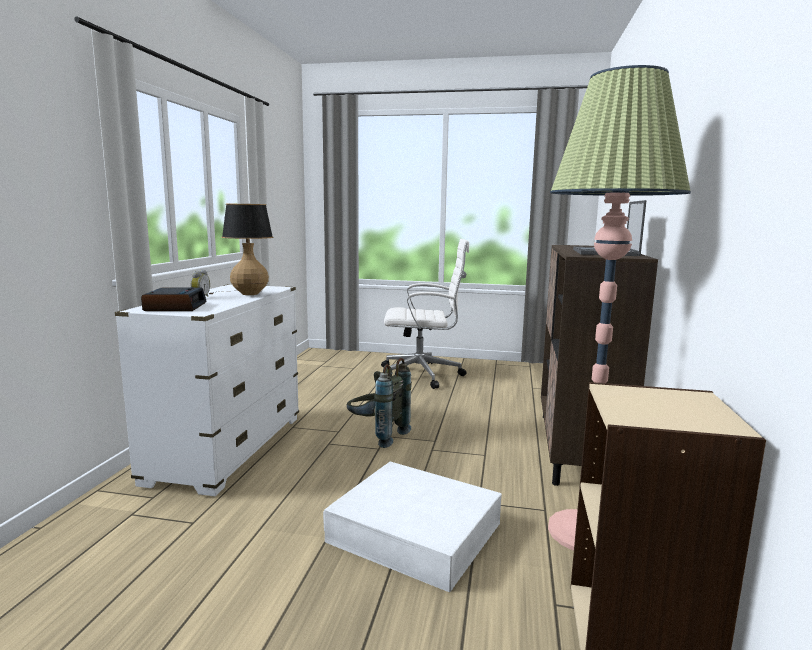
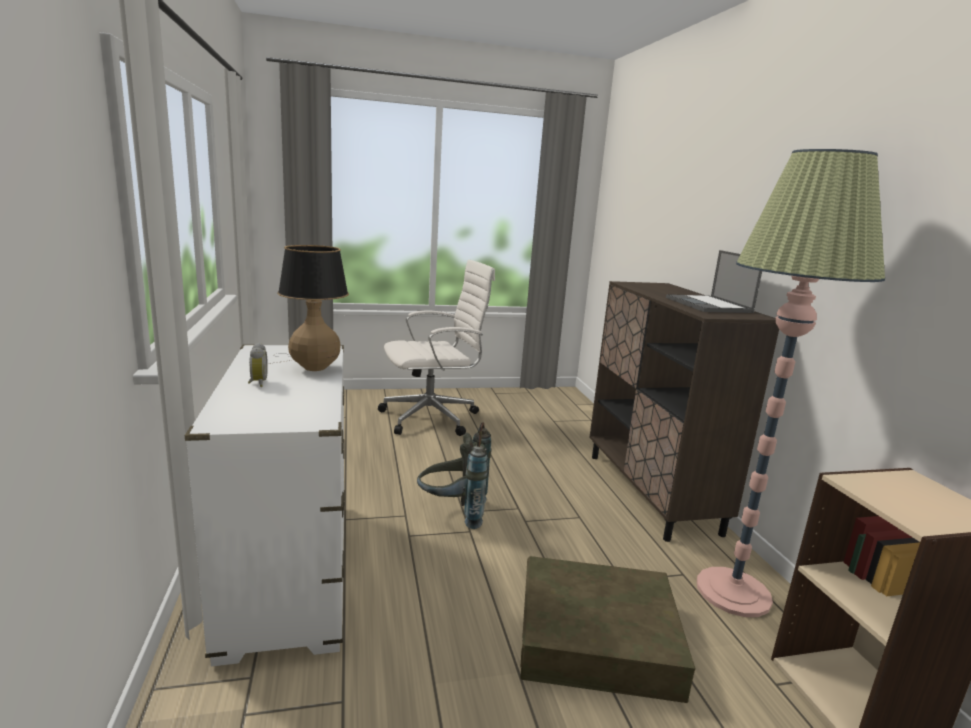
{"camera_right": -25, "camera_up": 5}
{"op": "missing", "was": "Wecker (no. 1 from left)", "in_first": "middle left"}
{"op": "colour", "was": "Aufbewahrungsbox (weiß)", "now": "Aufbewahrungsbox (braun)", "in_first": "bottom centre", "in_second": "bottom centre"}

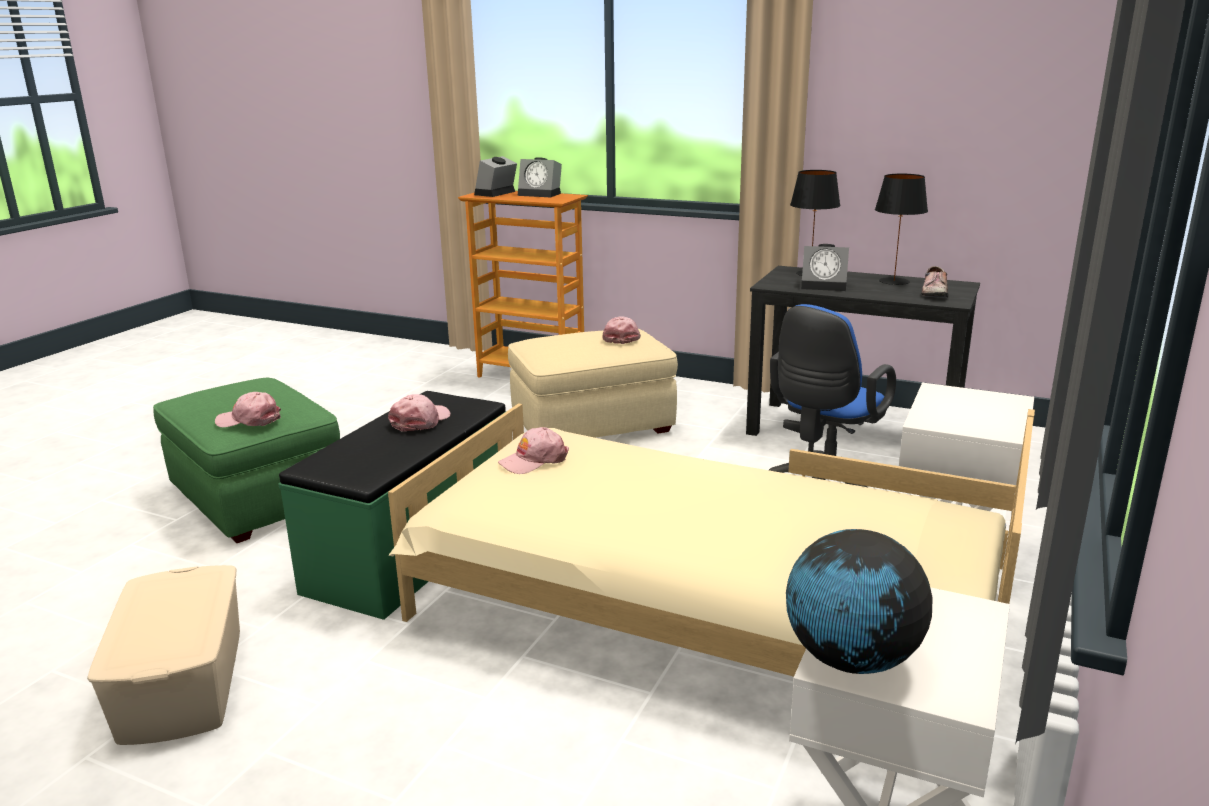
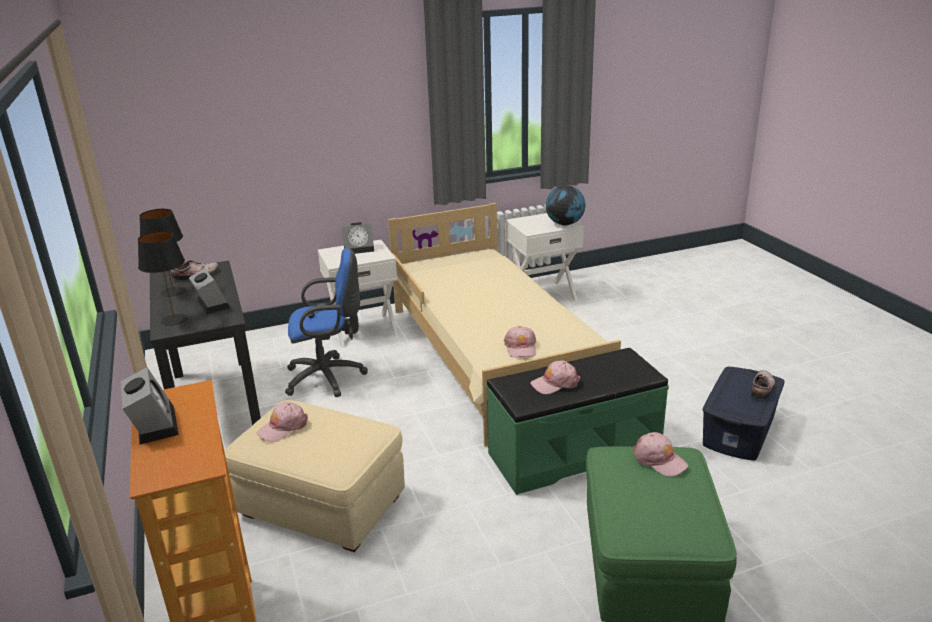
{"camera_right": -135, "camera_up": 5}
{"op": "appeared", "now": "Schuh (no. 2 from left)", "in_second": "middle right"}
{"op": "relocated", "was": "Wecker (no. 1 from left in the first image)", "now": "Wecker (no. 3 from left)", "in_first": "top centre", "in_second": "centre"}
{"op": "colour", "was": "Aufbewahrungsbox (beige)", "now": "Aufbewahrungsbox (blau)", "in_first": "bottom left", "in_second": "middle right"}
{"op": "spun", "was": "Kappe (rosa) (no. 3 from left in the first image)", "in_first": "centre", "in_second": "centre", "clockwise": 75}

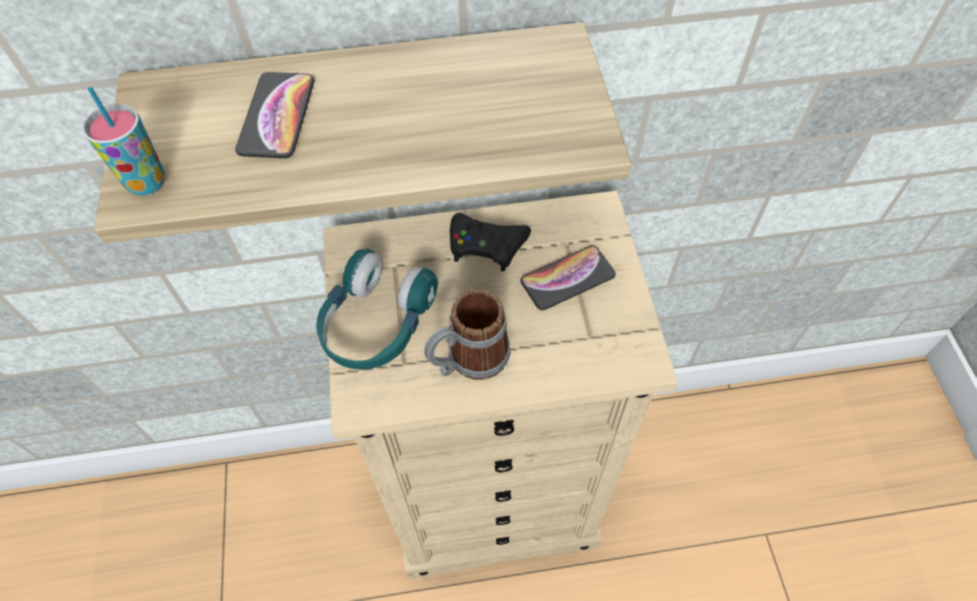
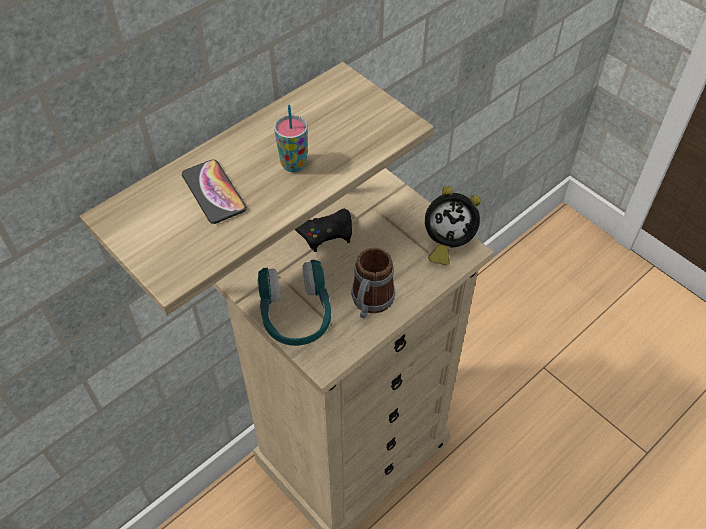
{"camera_right": -35, "camera_up": -5}
{"op": "missing", "was": "Handy (no. 2 from left)", "in_first": "centre"}
{"op": "appeared", "now": "Wecker", "in_second": "centre"}
{"op": "relocated", "was": "Tasse", "in_first": "top left", "in_second": "top centre"}

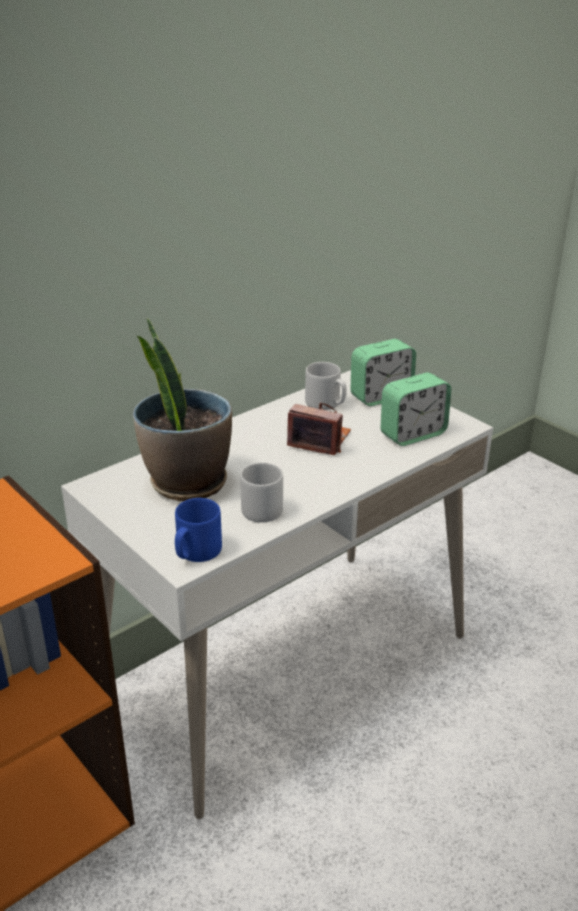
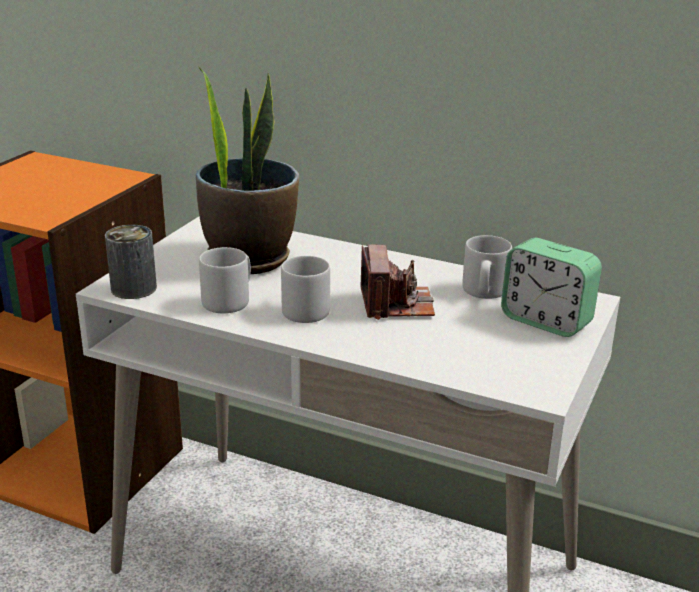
{"camera_right": 65, "camera_up": -5}
{"op": "missing", "was": "Wecker (no. 2 from left)", "in_first": "middle right"}
{"op": "appeared", "now": "Henkelbecher (grau) (no. 2 from left)", "in_second": "centre"}
{"op": "exchanged", "was": "Henkelbecher (blau)", "now": "Dose", "in_first": "centre", "in_second": "middle left"}

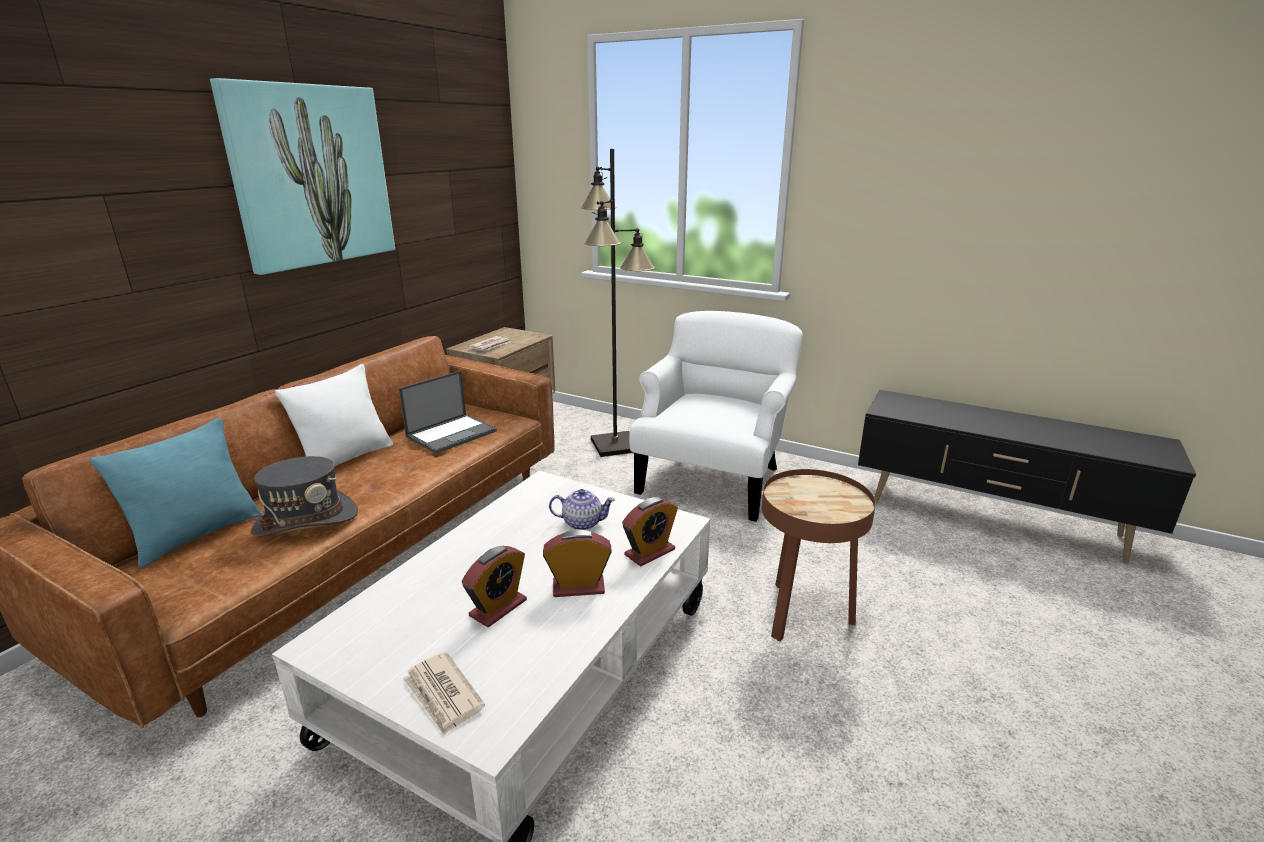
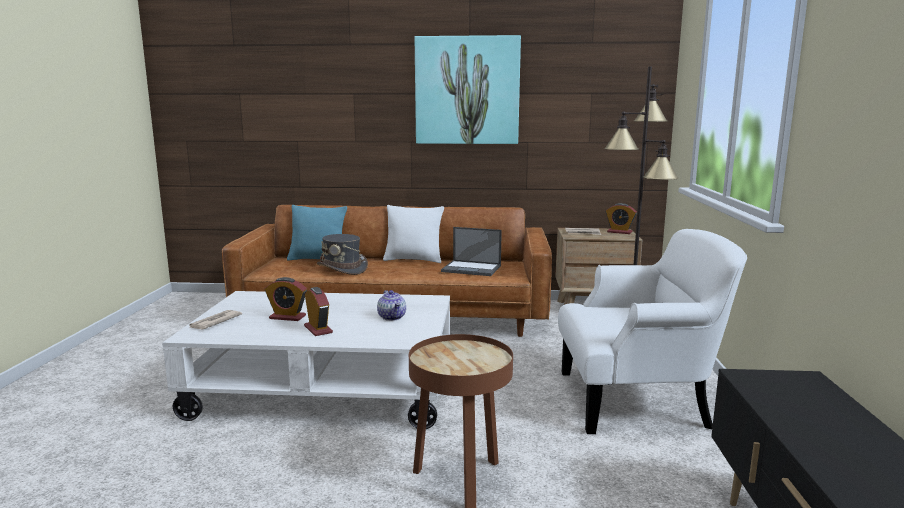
{"camera_right": 65, "camera_up": -10}
{"op": "relocated", "was": "Wecker (no. 3 from left)", "in_first": "centre", "in_second": "middle right"}

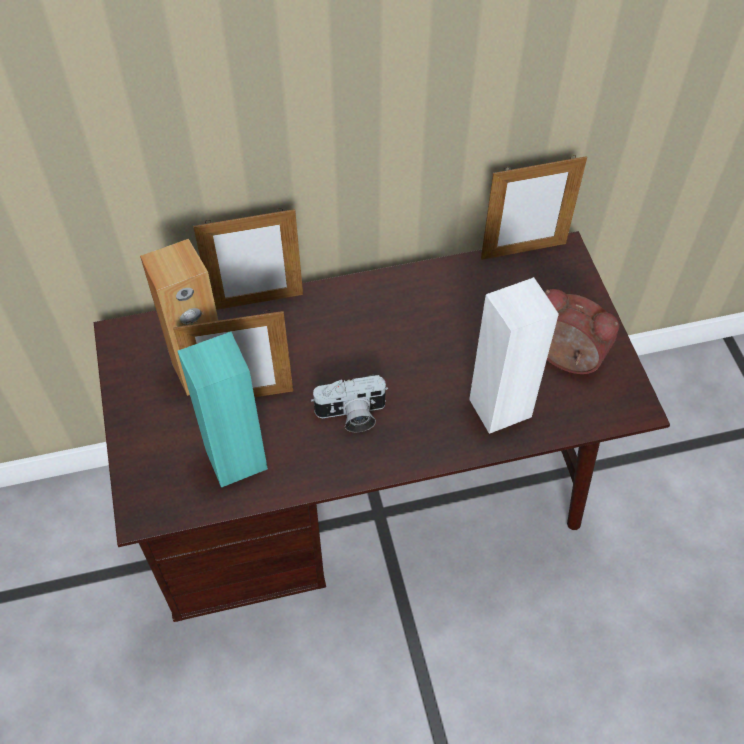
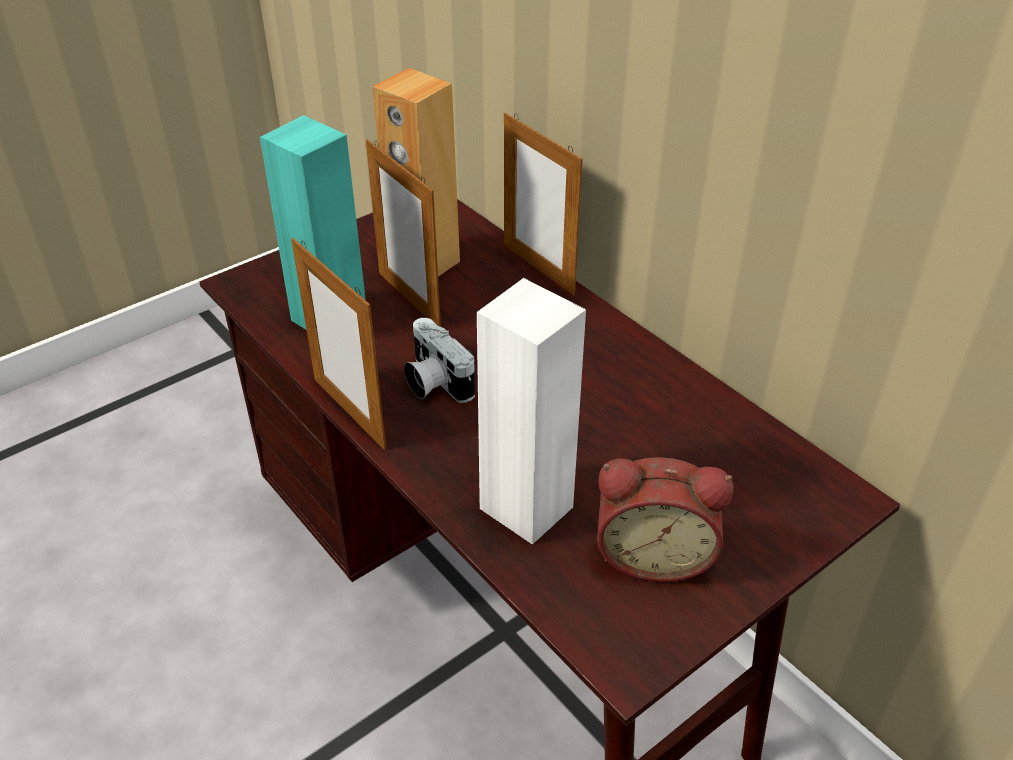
{"camera_right": 65, "camera_up": -15}
{"op": "relocated", "was": "Bilderrahmen (no. 3 from left in the first image)", "now": "Bilderrahmen (no. 1 from left)", "in_first": "top right", "in_second": "centre"}
{"op": "spun", "was": "Wecker", "in_first": "middle right", "in_second": "bottom centre", "clockwise": 90}

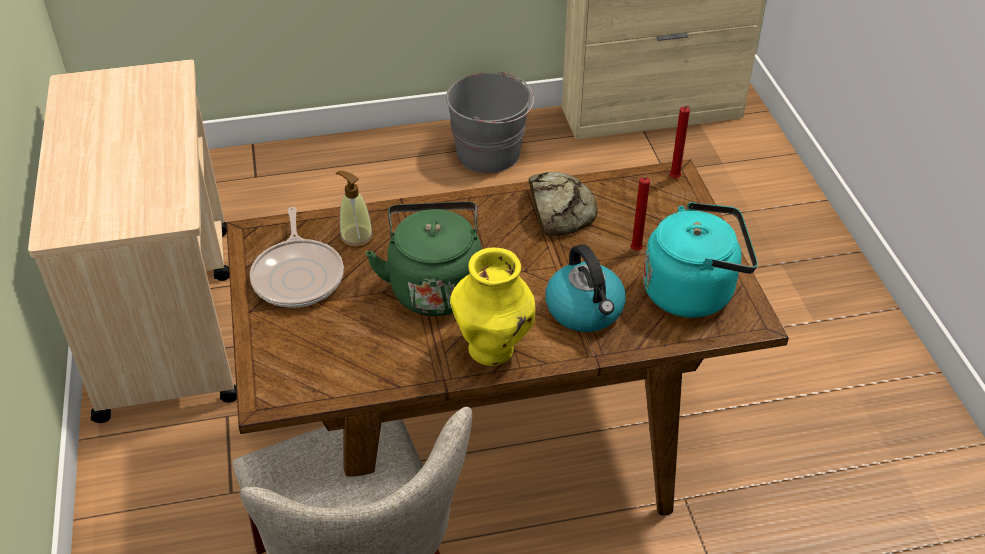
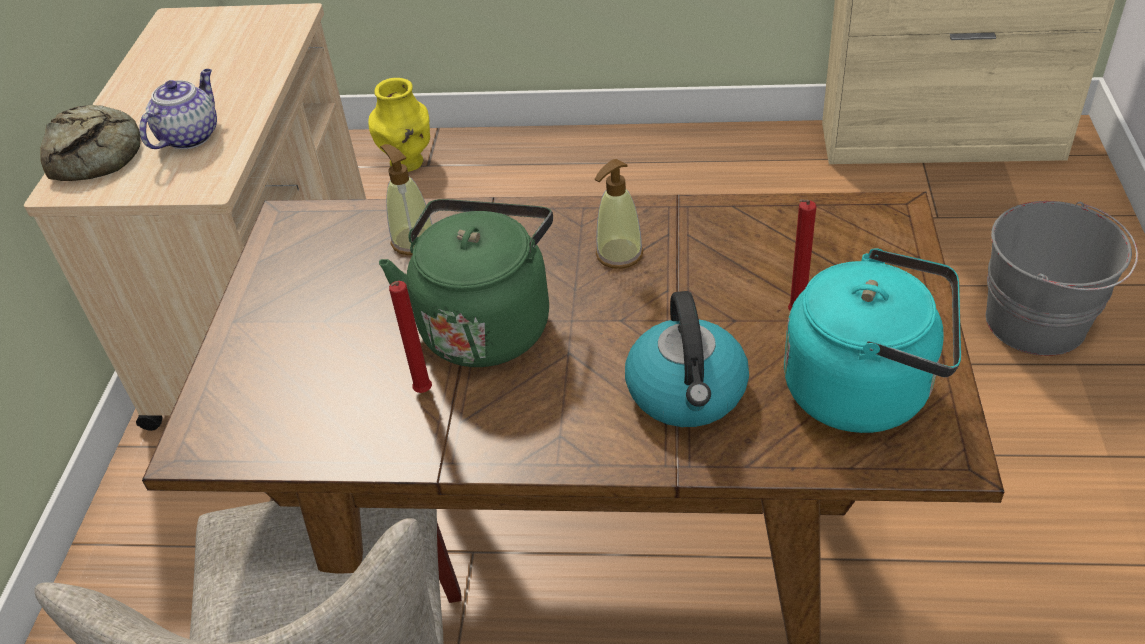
{"camera_right": 20, "camera_up": 0}
{"op": "missing", "was": "Pfanne", "in_first": "middle left"}
{"op": "appeared", "now": "Teekanne", "in_second": "top left"}
{"op": "appeared", "now": "Seifenspender (no. 2 from left)", "in_second": "top centre"}
{"op": "relocated", "was": "Eimer (grau)", "in_first": "top centre", "in_second": "middle right"}
{"op": "relocated", "was": "Vase (gelb)", "in_first": "centre", "in_second": "top centre"}
{"op": "relocated", "was": "Brot", "in_first": "centre", "in_second": "top left"}
{"op": "relocated", "was": "Kerze (rot) (no. 2 from left in the first image)", "now": "Kerze (rot) (no. 1 from left)", "in_first": "top right", "in_second": "centre"}

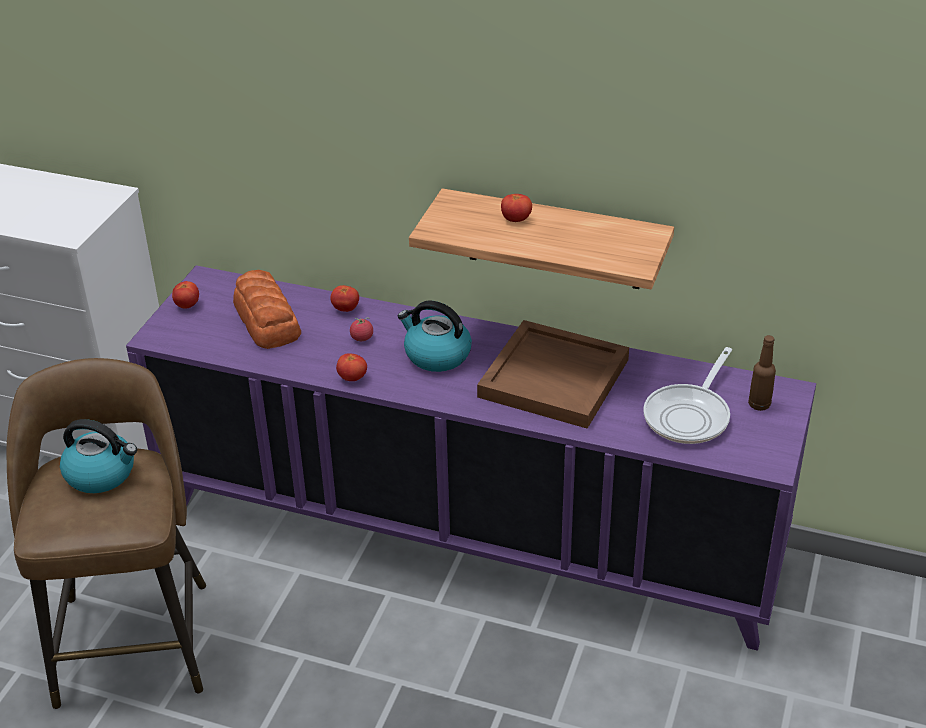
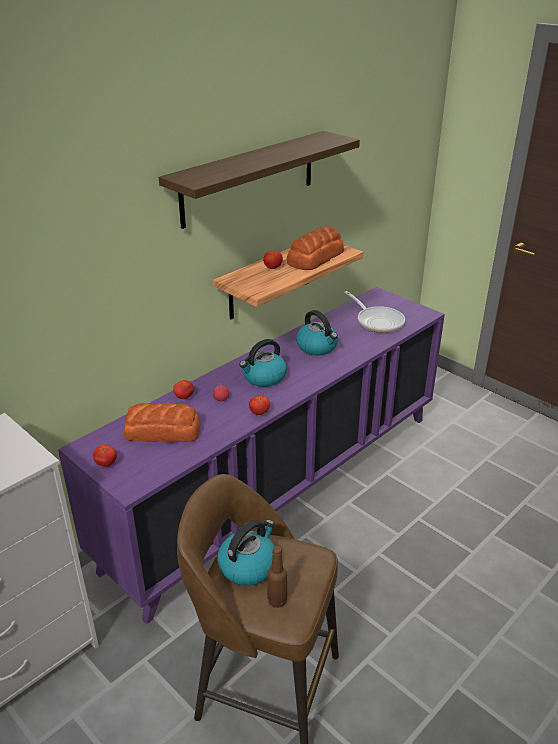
{"camera_right": -65, "camera_up": -5}
{"op": "appeared", "now": "Wandregal (no. 1 from left)", "in_second": "top centre"}
{"op": "appeared", "now": "Brot (no. 2 from left)", "in_second": "centre"}
{"op": "relocated", "was": "Flasche (braun)", "in_first": "middle right", "in_second": "bottom centre"}
{"op": "exchanged", "was": "Tablett (braun)", "now": "Wasserkessel (no. 3 from left)", "in_first": "centre", "in_second": "centre"}

